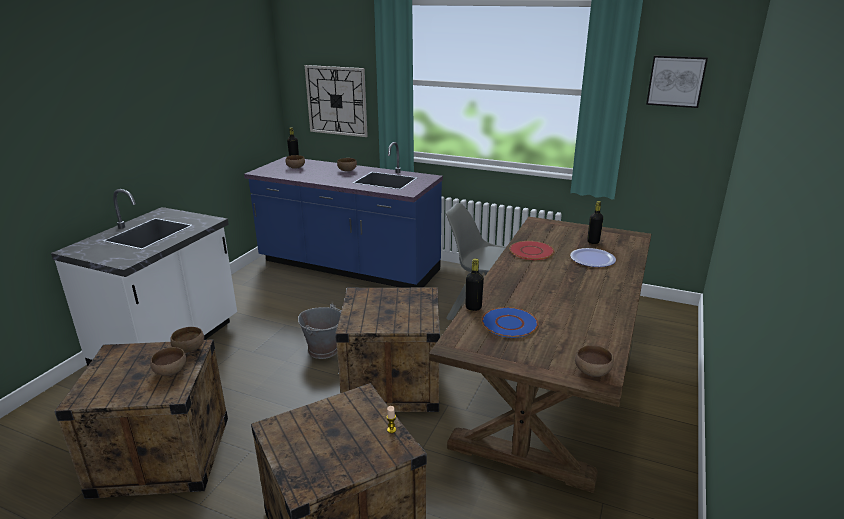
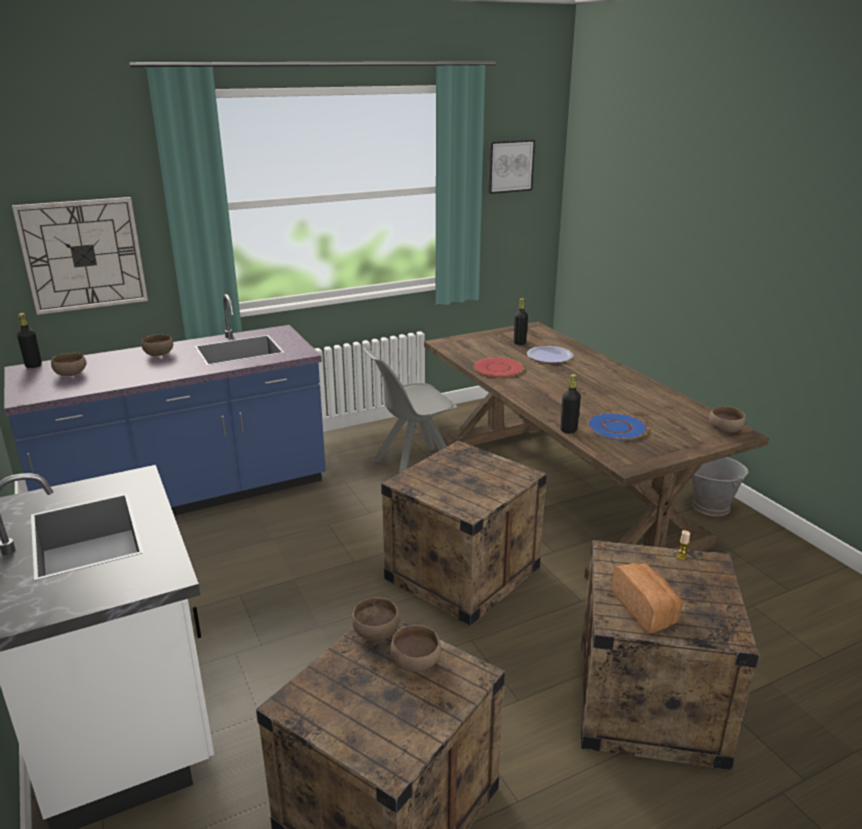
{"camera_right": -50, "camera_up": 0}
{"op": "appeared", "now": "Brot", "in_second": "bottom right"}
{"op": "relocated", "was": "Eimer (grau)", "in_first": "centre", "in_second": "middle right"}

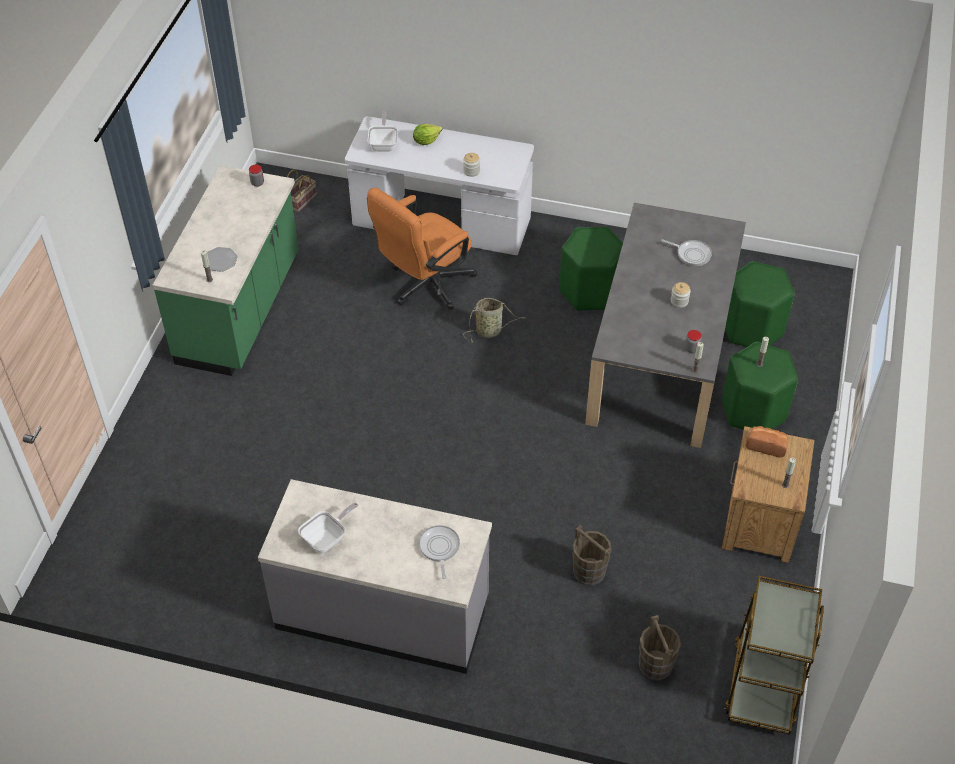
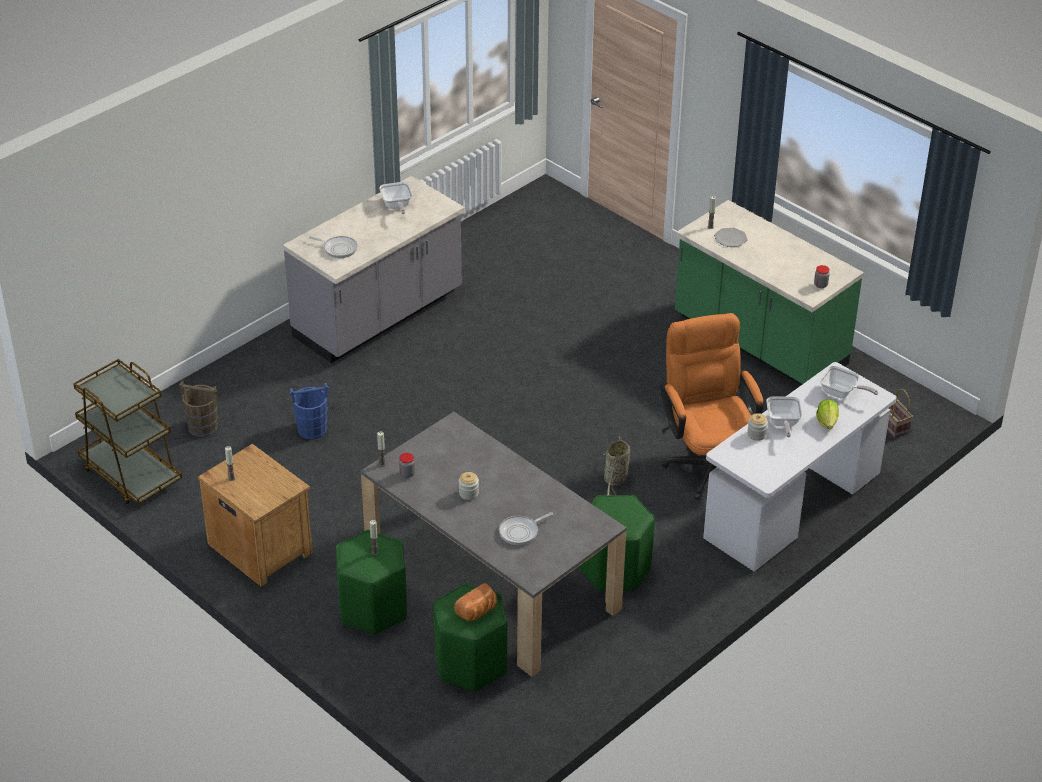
{"camera_right": 120, "camera_up": -10}
{"op": "appeared", "now": "Pfanne (no. 4 from left)", "in_second": "middle right"}
{"op": "relocated", "was": "Brot", "in_first": "middle right", "in_second": "bottom centre"}
{"op": "colour", "was": "Eimer (braun) (no. 1 from left)", "now": "Eimer (blau)", "in_first": "bottom centre", "in_second": "middle left"}

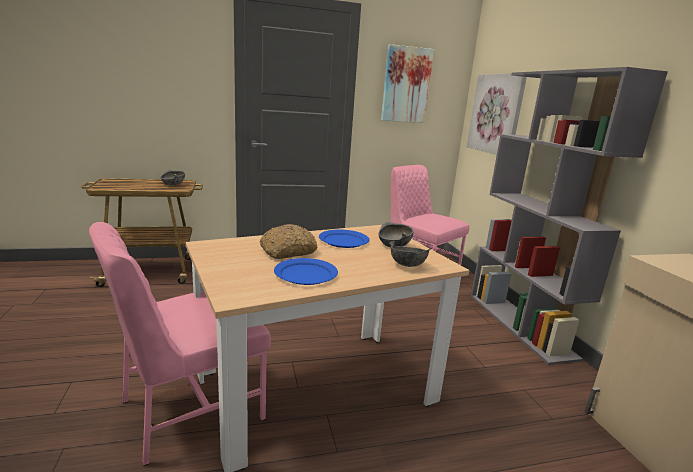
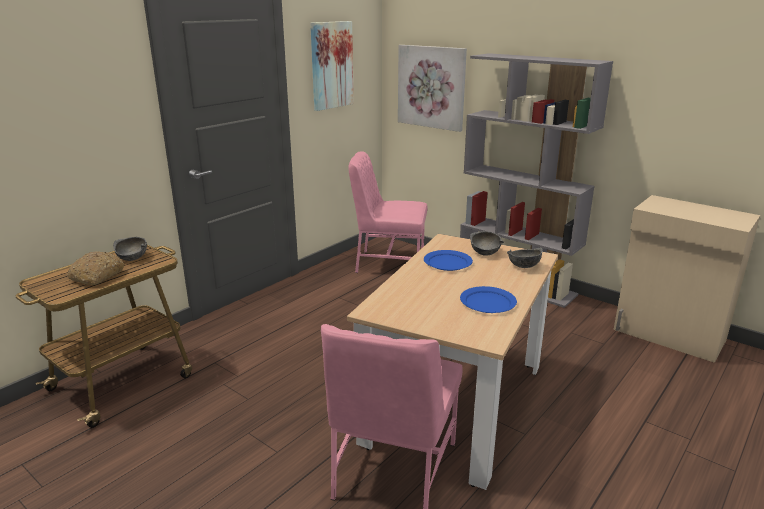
{"camera_right": -35, "camera_up": 5}
{"op": "relocated", "was": "Brot", "in_first": "centre", "in_second": "middle left"}

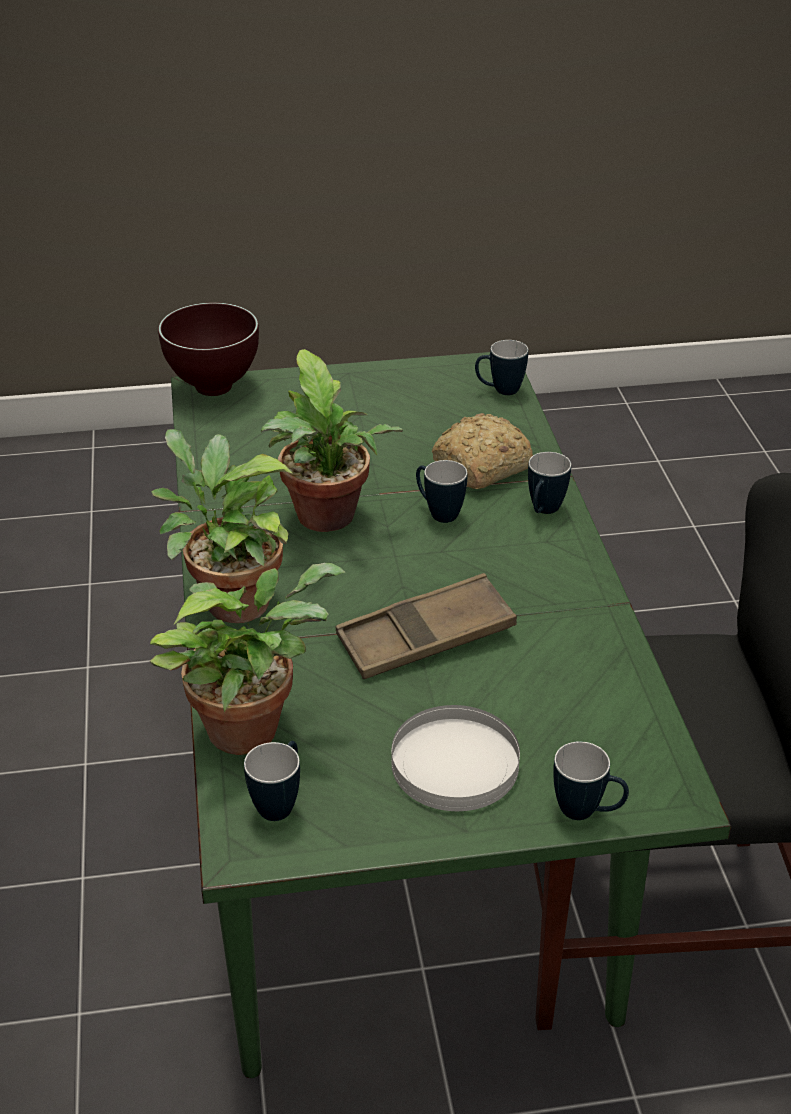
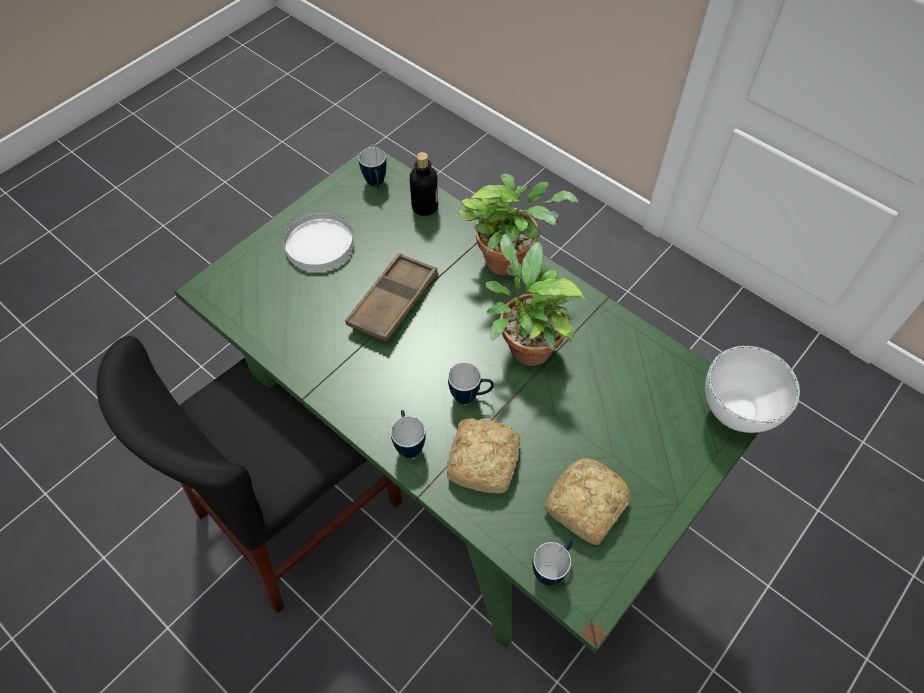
{"camera_right": 140, "camera_up": 20}
{"op": "missing", "was": "Henkelbecher (no. 5 from left)", "in_first": "bottom right"}
{"op": "appeared", "now": "Brot (no. 2 from left)", "in_second": "bottom centre"}
{"op": "exchanged", "was": "Topfpflanze (no. 2 from left)", "now": "Flasche", "in_first": "middle left", "in_second": "top centre"}
{"op": "colour", "was": "Schüssel (braun)", "now": "Schüssel (weiß)", "in_first": "top left", "in_second": "middle right"}

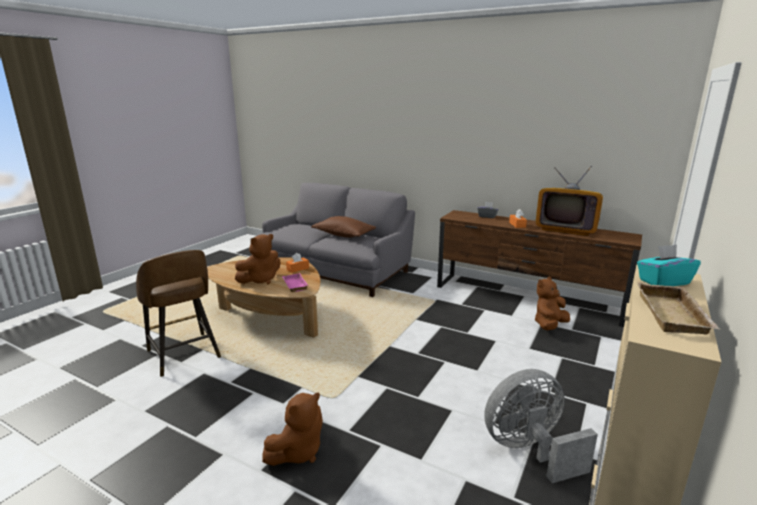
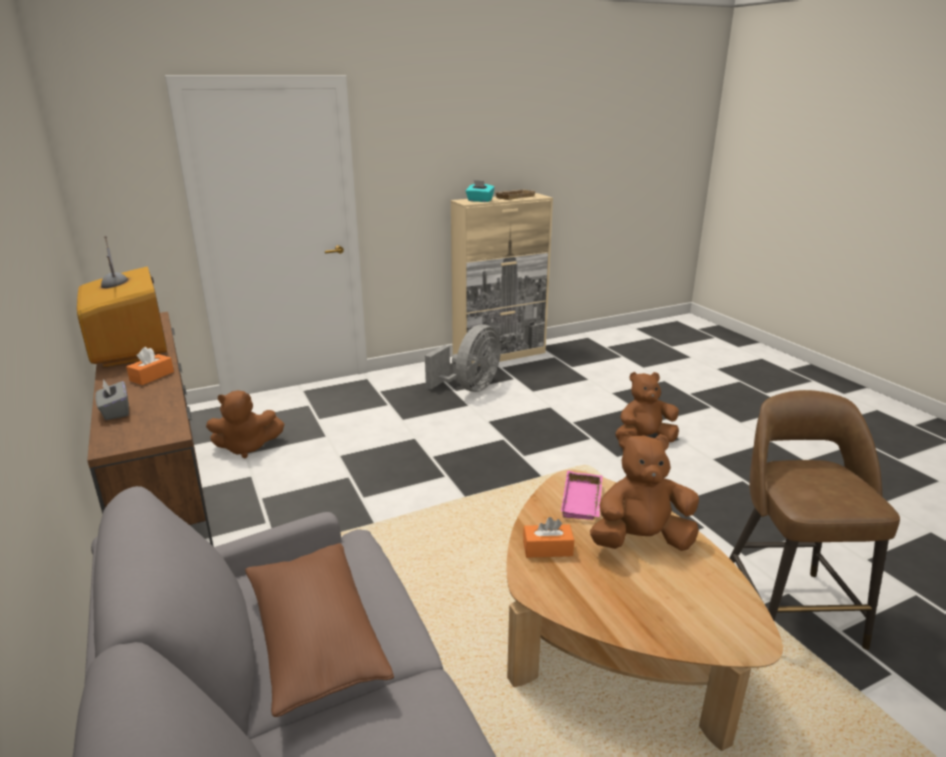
{"camera_right": -145, "camera_up": 5}
{"op": "spun", "was": "Ventilator (grau)", "in_first": "bottom right", "in_second": "centre", "clockwise": -75}

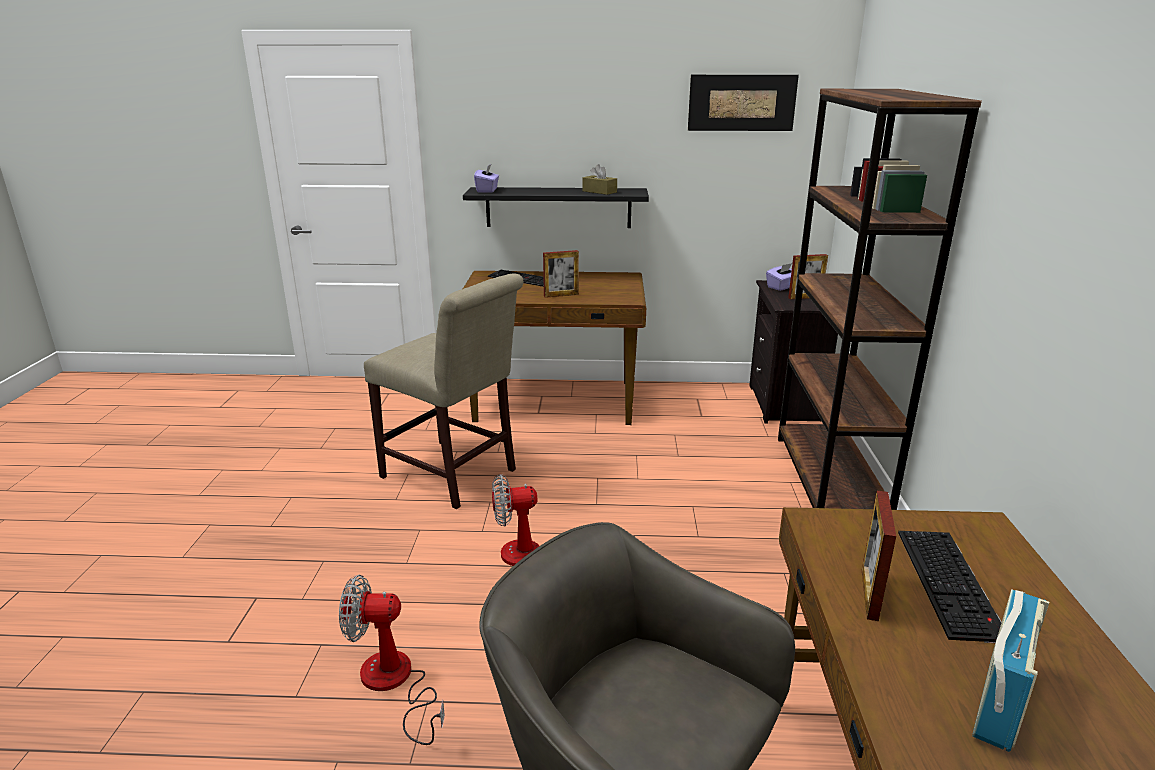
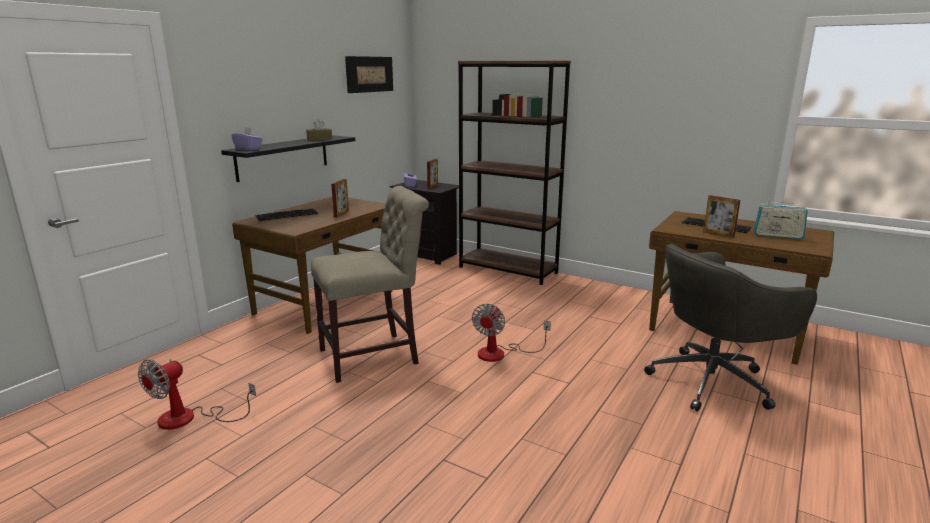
{"camera_right": -60, "camera_up": -5}
{"op": "relocated", "was": "Ventilator (no. 1 from left)", "in_first": "bottom centre", "in_second": "bottom left"}
{"op": "spun", "was": "Radio", "in_first": "bottom right", "in_second": "middle right", "clockwise": 135}

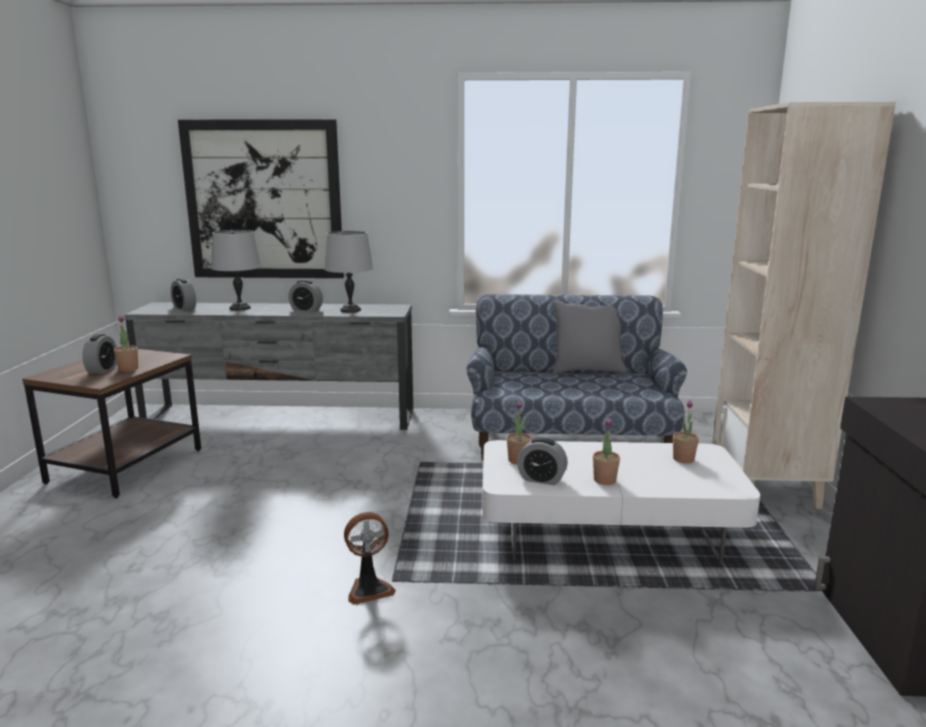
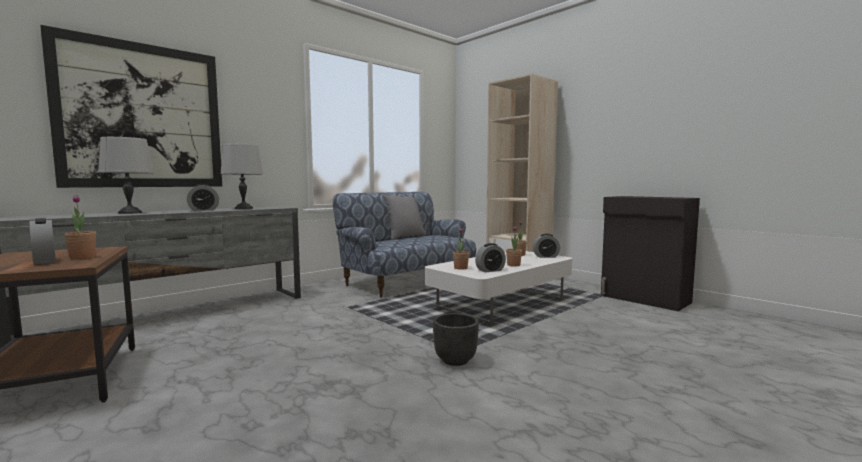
{"camera_right": -45, "camera_up": -10}
{"op": "relocated", "was": "Wecker (no. 2 from left in the first image)", "now": "Wecker (no. 4 from left)", "in_first": "middle left", "in_second": "centre"}
{"op": "exchanged", "was": "Ventilator", "now": "Pflanzkübel (schwarz)", "in_first": "bottom centre", "in_second": "bottom centre"}

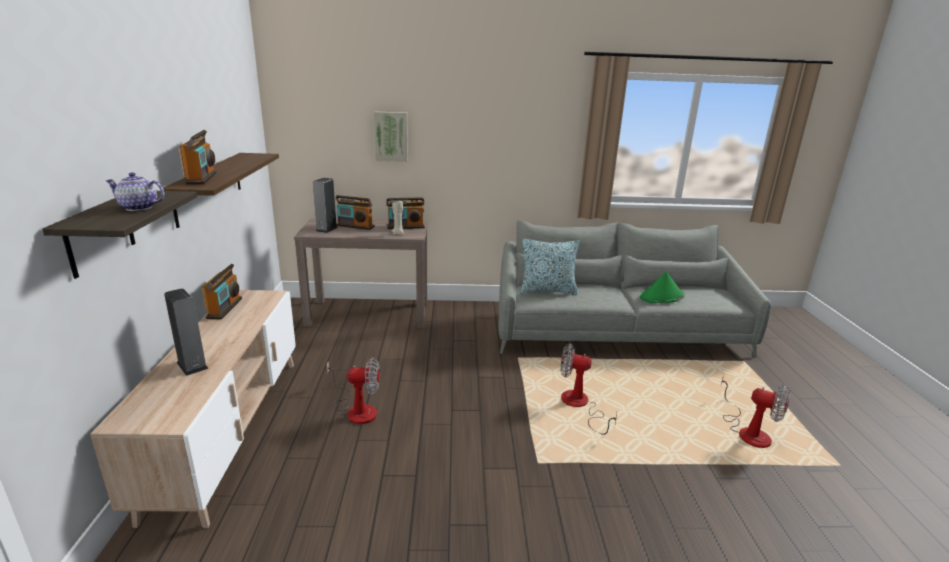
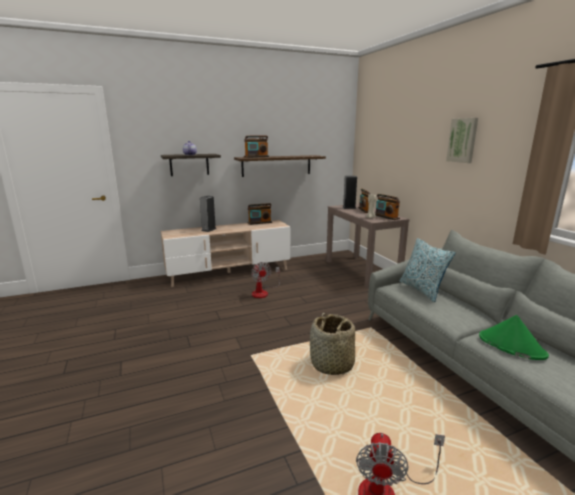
{"camera_right": 70, "camera_up": -5}
{"op": "relocated", "was": "Bild", "in_first": "top centre", "in_second": "top right"}
{"op": "exchanged", "was": "Ventilator (no. 2 from left)", "now": "Korb", "in_first": "bottom centre", "in_second": "bottom centre"}

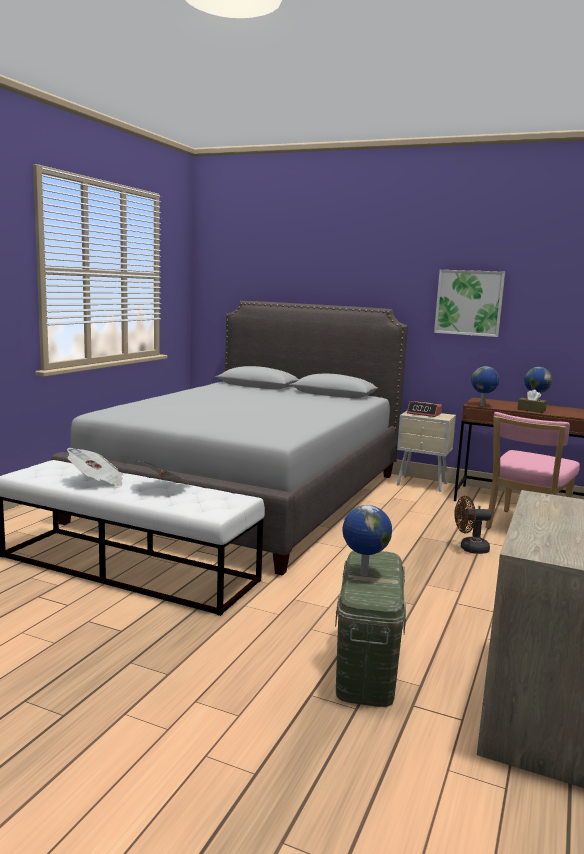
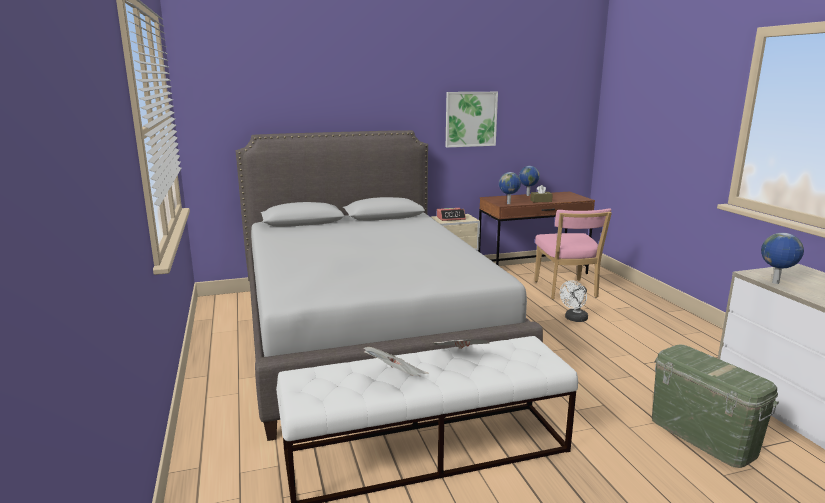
{"camera_right": -40, "camera_up": 5}
{"op": "relocated", "was": "Globus (no. 1 from left in the first image)", "now": "Globus (no. 3 from left)", "in_first": "centre", "in_second": "middle right"}
{"op": "colour", "was": "Ventilator (braun)", "now": "Ventilator (weiß)", "in_first": "middle right", "in_second": "middle right"}

